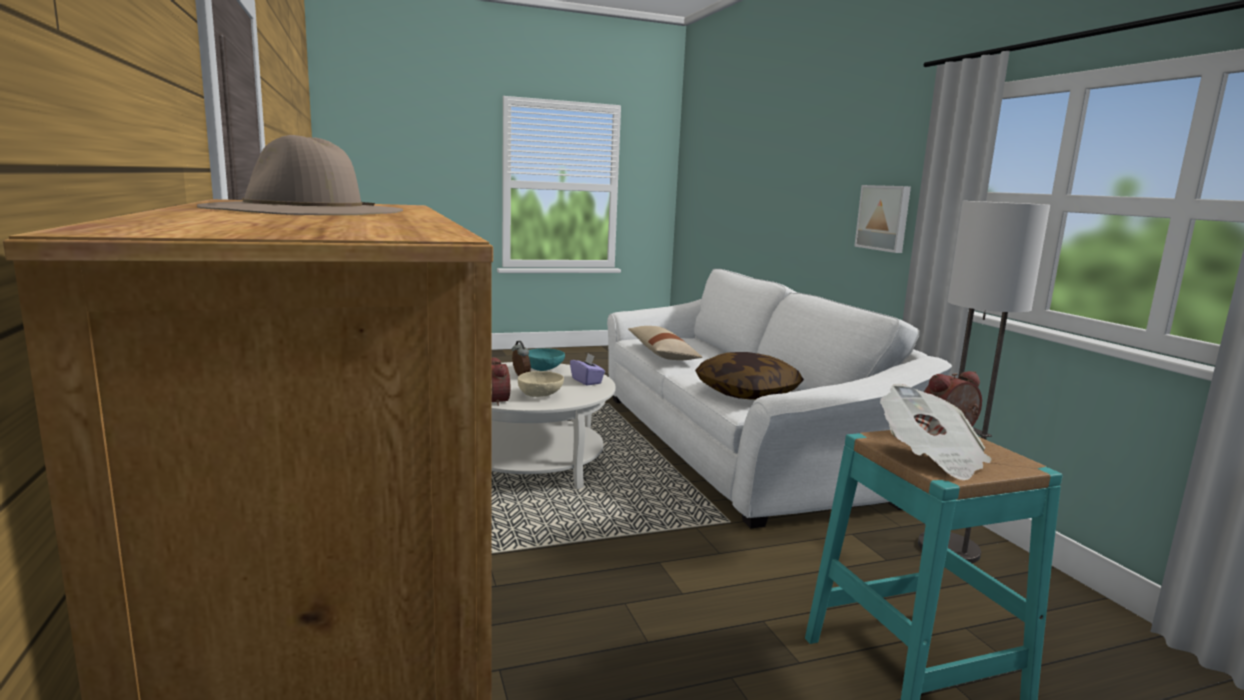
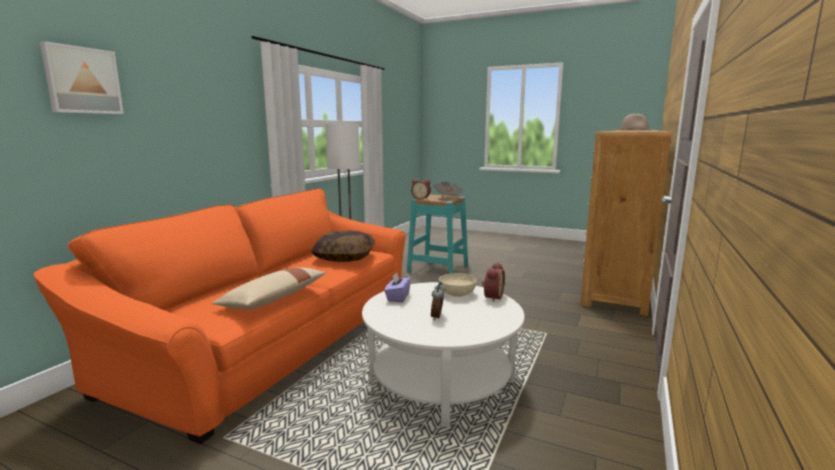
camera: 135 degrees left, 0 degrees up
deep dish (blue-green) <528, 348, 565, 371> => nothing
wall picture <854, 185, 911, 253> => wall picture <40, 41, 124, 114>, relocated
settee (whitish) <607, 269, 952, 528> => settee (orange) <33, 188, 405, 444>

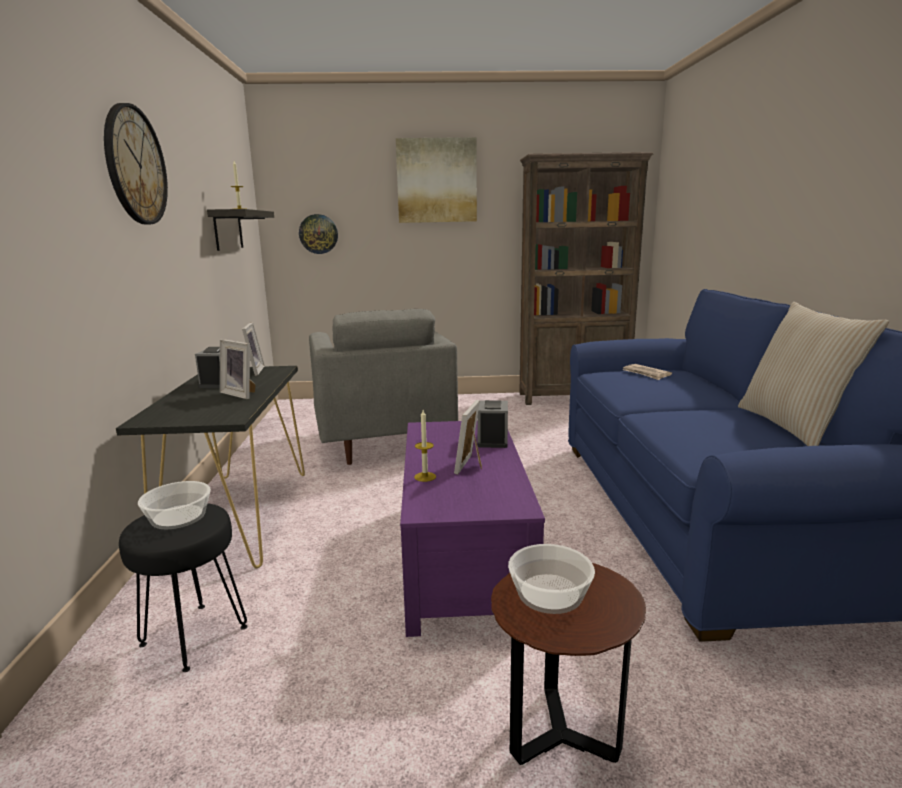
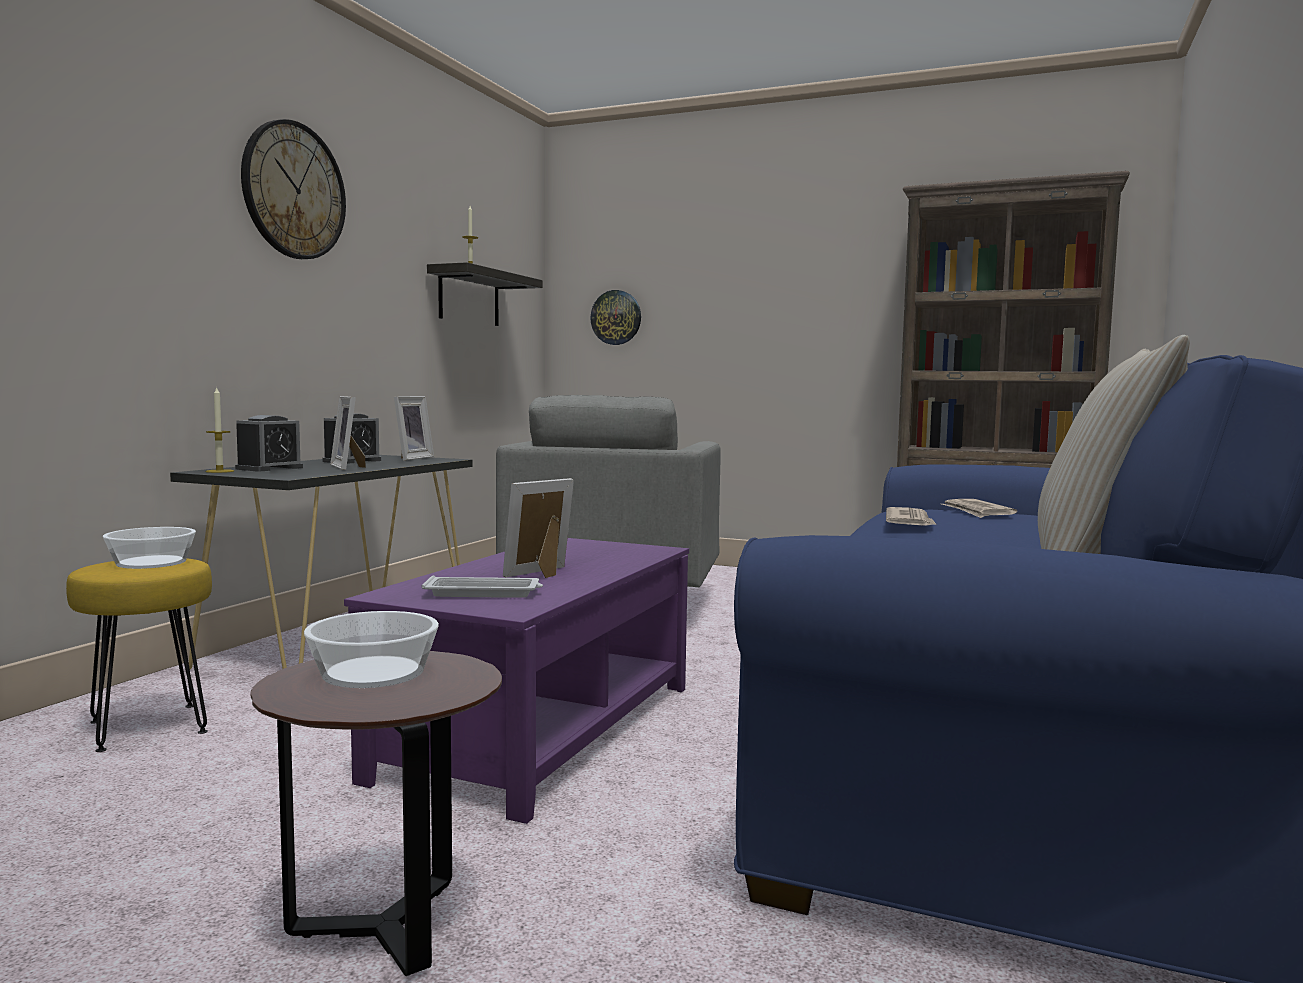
camera: 25 degrees right, 10 degrees down
wall picture <396, 137, 477, 223> => nothing
nothing => tray (whitish) <421, 575, 543, 598>
nothing => newspaper <886, 507, 937, 526>
wax light <414, 410, 436, 482> => wax light <205, 387, 234, 473>, relocated
bedside clock <478, 400, 508, 448> => bedside clock <235, 415, 303, 471>, relocated
stool seat (blackish) <119, 503, 248, 672> => stool seat (yellowish) <66, 558, 212, 752>

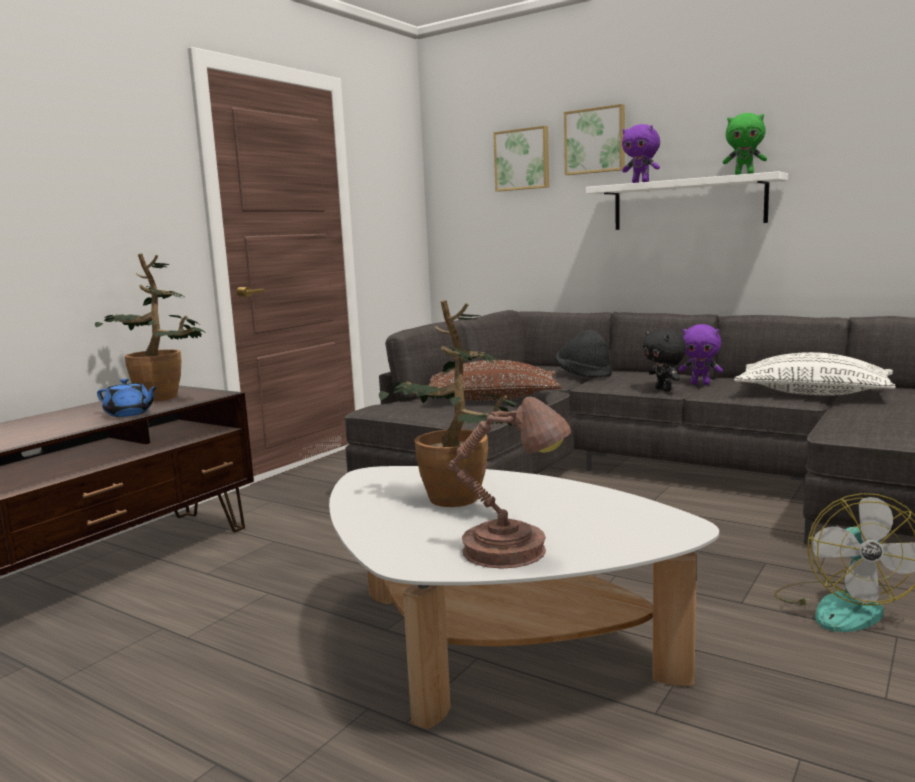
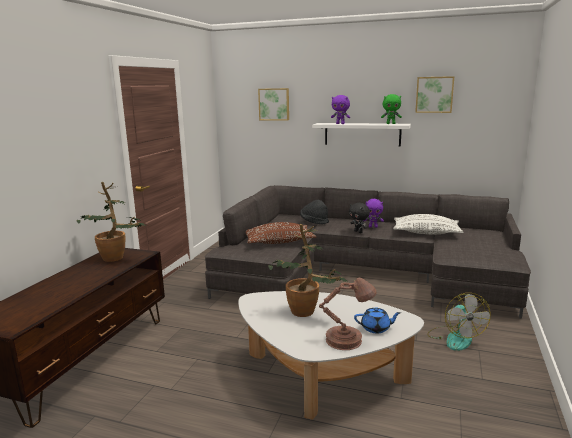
camera: 15 degrees left, 5 degrees up
teapot (bluish) <97, 379, 158, 417> => teapot (bluish) <354, 307, 401, 333>, relocated
wall picture <564, 104, 625, 175> => wall picture <415, 76, 454, 113>, relocated

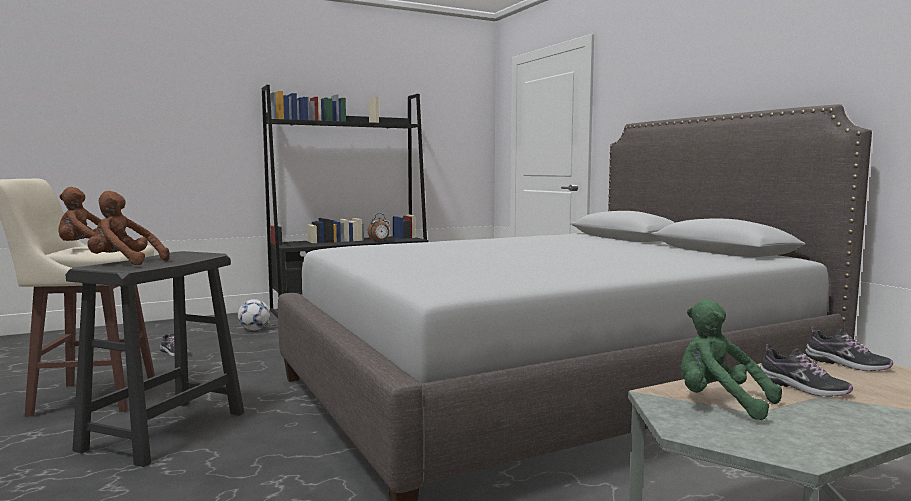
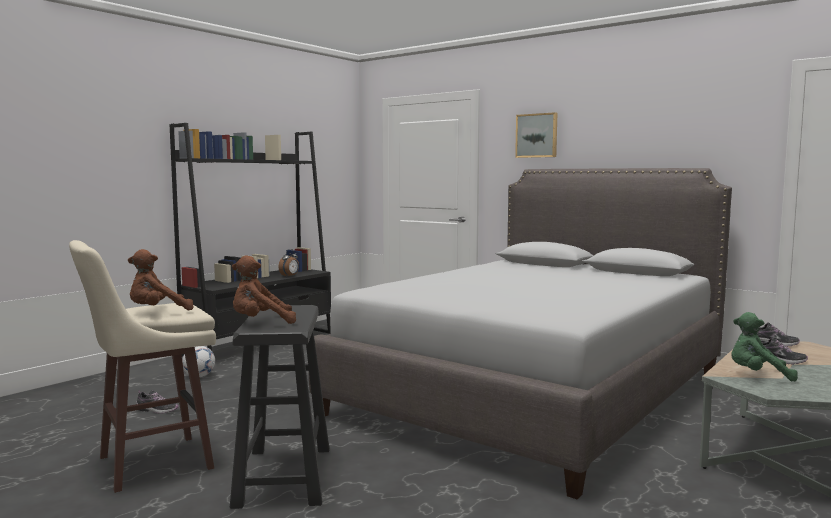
camera: 25 degrees left, 0 degrees up
nothing => wall picture <515, 112, 557, 158>

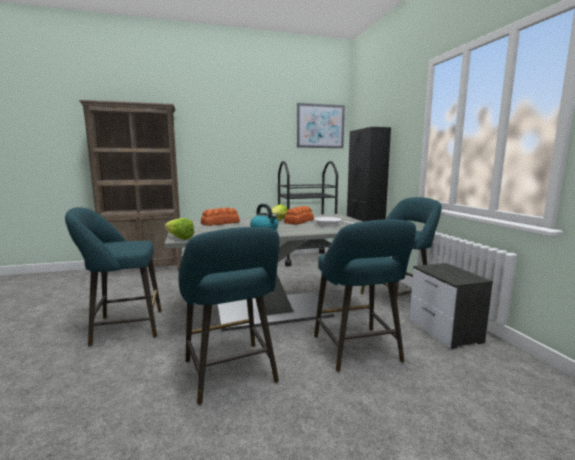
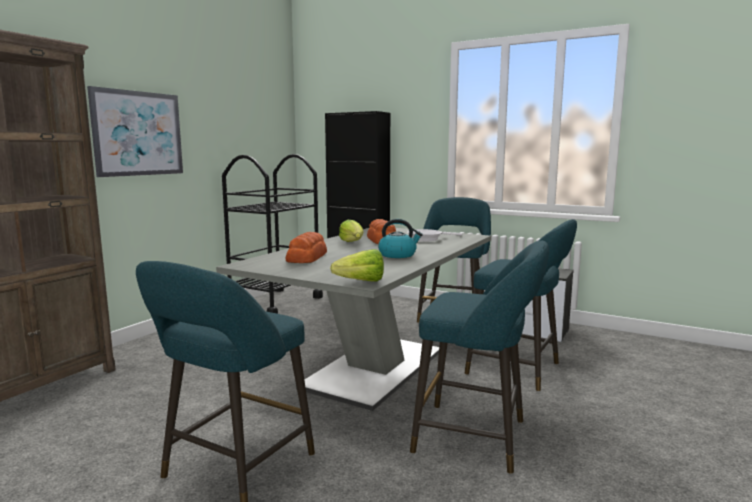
camera: 45 degrees left, 0 degrees up
wall picture <297, 103, 345, 148> => wall picture <87, 86, 183, 177>, relocated

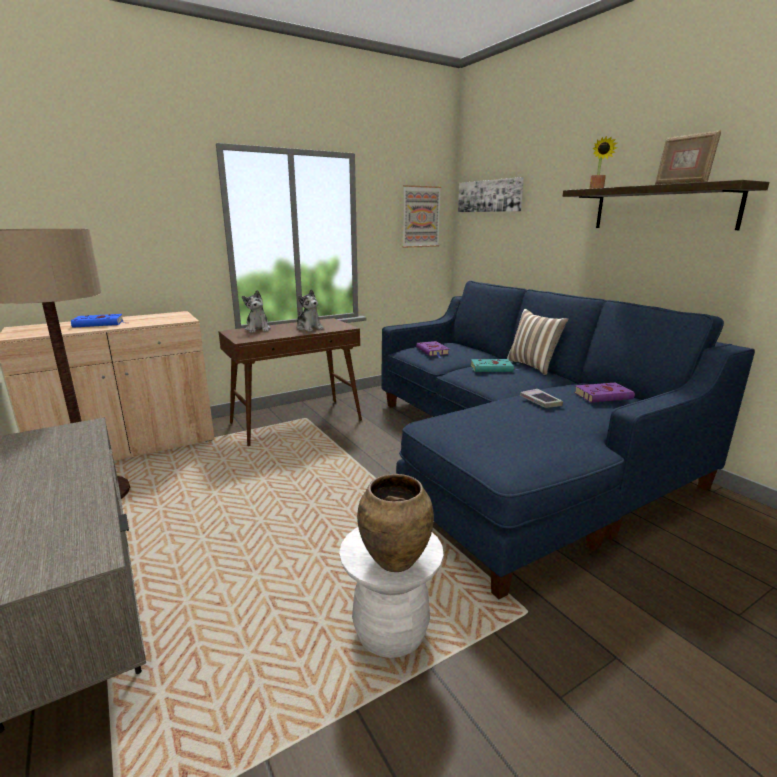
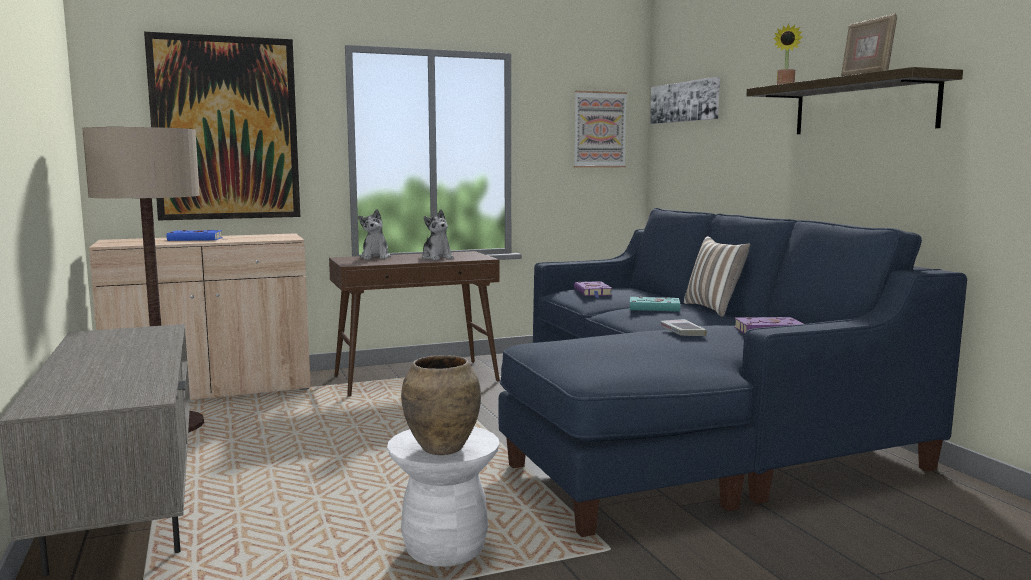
camera: 10 degrees right, 10 degrees down
nothing => wall picture <144, 32, 300, 220>

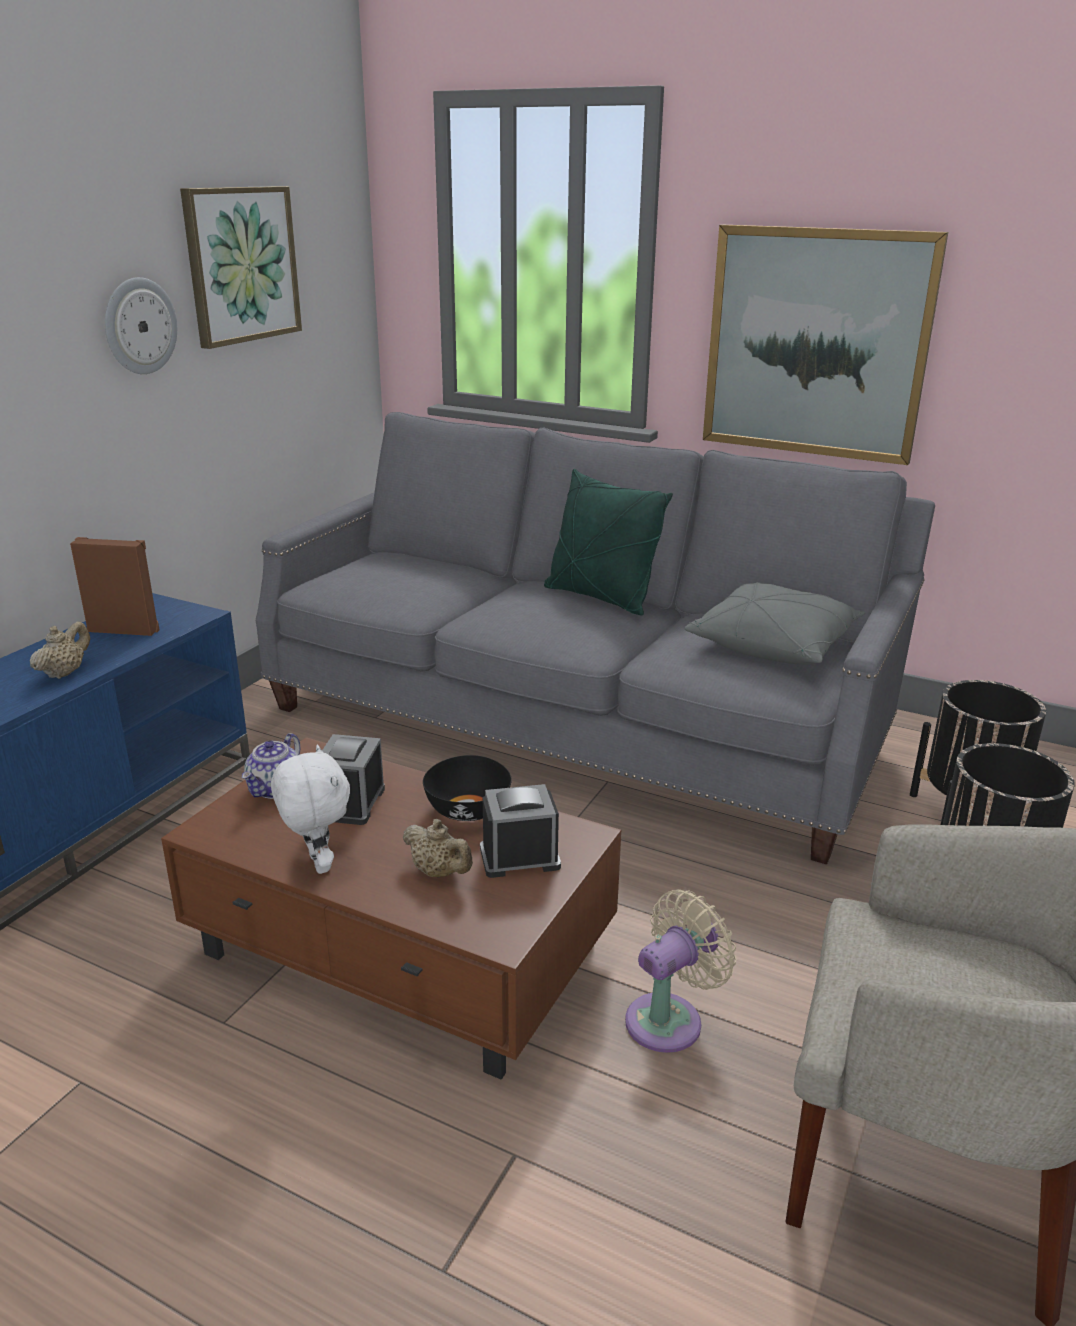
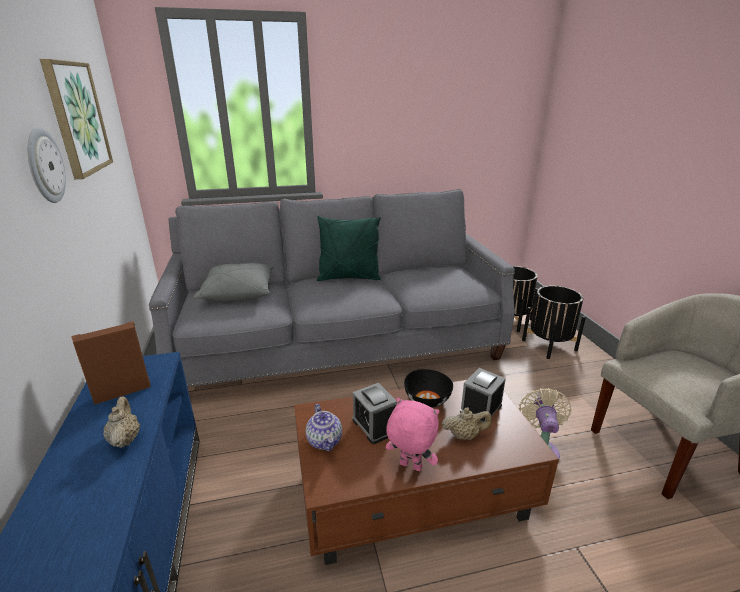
camera: 40 degrees left, 0 degrees up
wall picture <703, 225, 948, 465> => nothing
cushion (gray) <685, 582, 865, 665> => cushion (gray) <194, 263, 274, 301>, relocated
cuddly toy (whitish) <271, 745, 350, 874> => cuddly toy (pink) <386, 398, 440, 471>

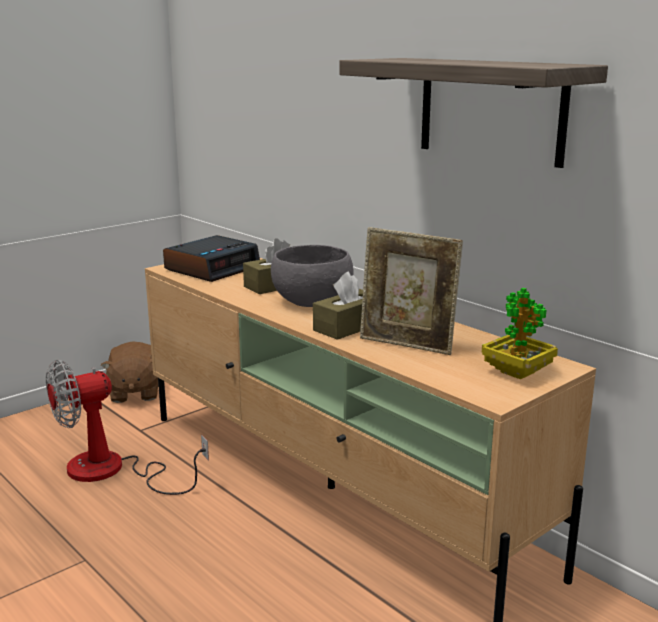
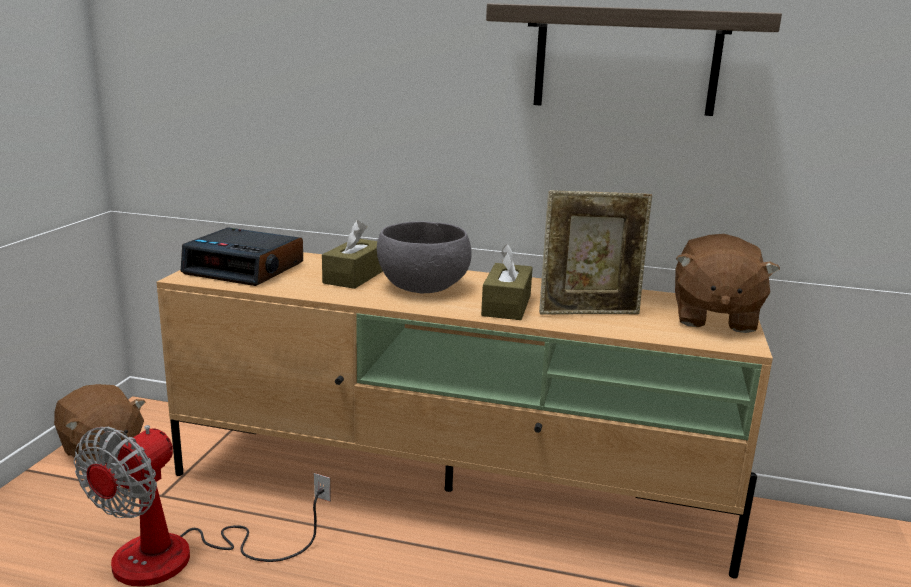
camera: 35 degrees left, 0 degrees up
houseplant <482, 288, 558, 379> => cuddly toy (brown-coloured) <675, 234, 780, 333>
bedside clock <163, 235, 260, 282> => bedside clock <181, 228, 303, 286>, 105 degrees clockwise

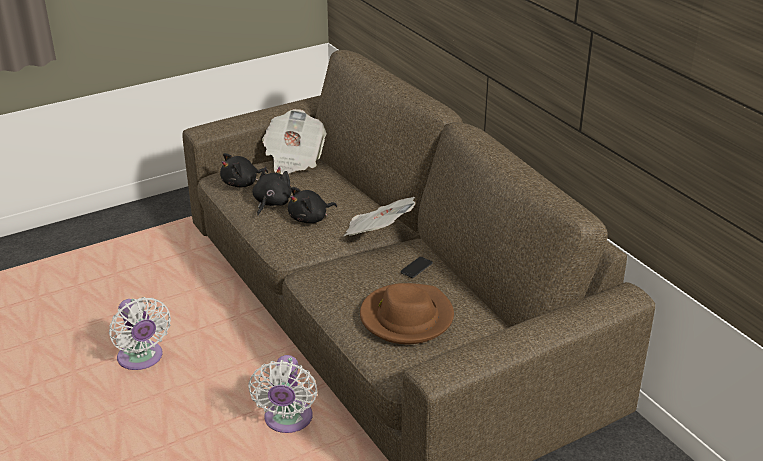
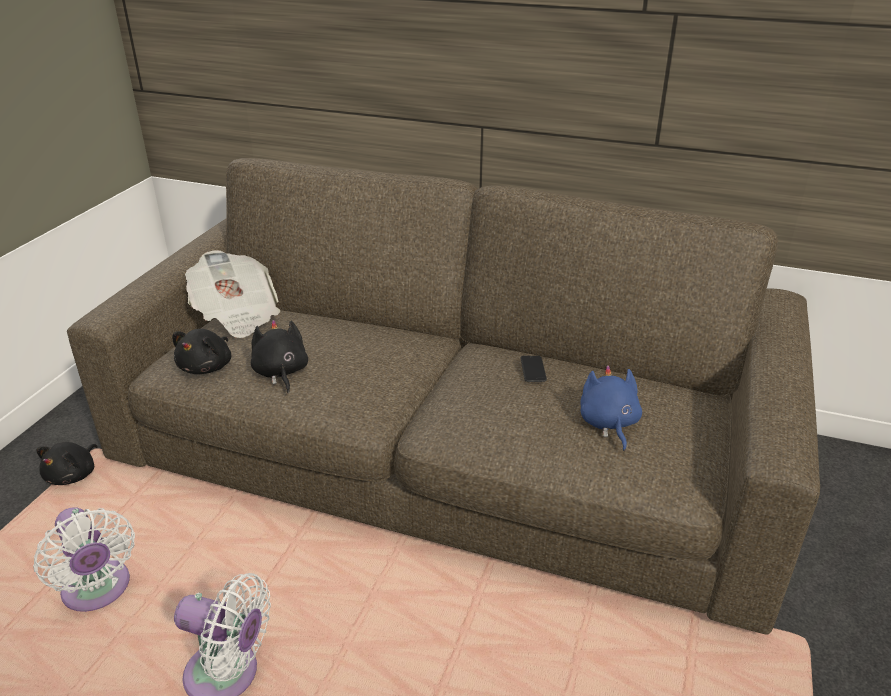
camera: 40 degrees left, 0 degrees up
newspaper <344, 197, 415, 236> => nothing
fan (whitish) <248, 355, 317, 433> => fan (whitish) <33, 507, 135, 612>, relocated
cuddly toy (blackish) <288, 187, 337, 223> => cuddly toy (blackish) <36, 442, 98, 485>, relocated
hat (brown-coloured) <360, 283, 454, 344> => cuddly toy (bluish) <580, 365, 642, 451>

